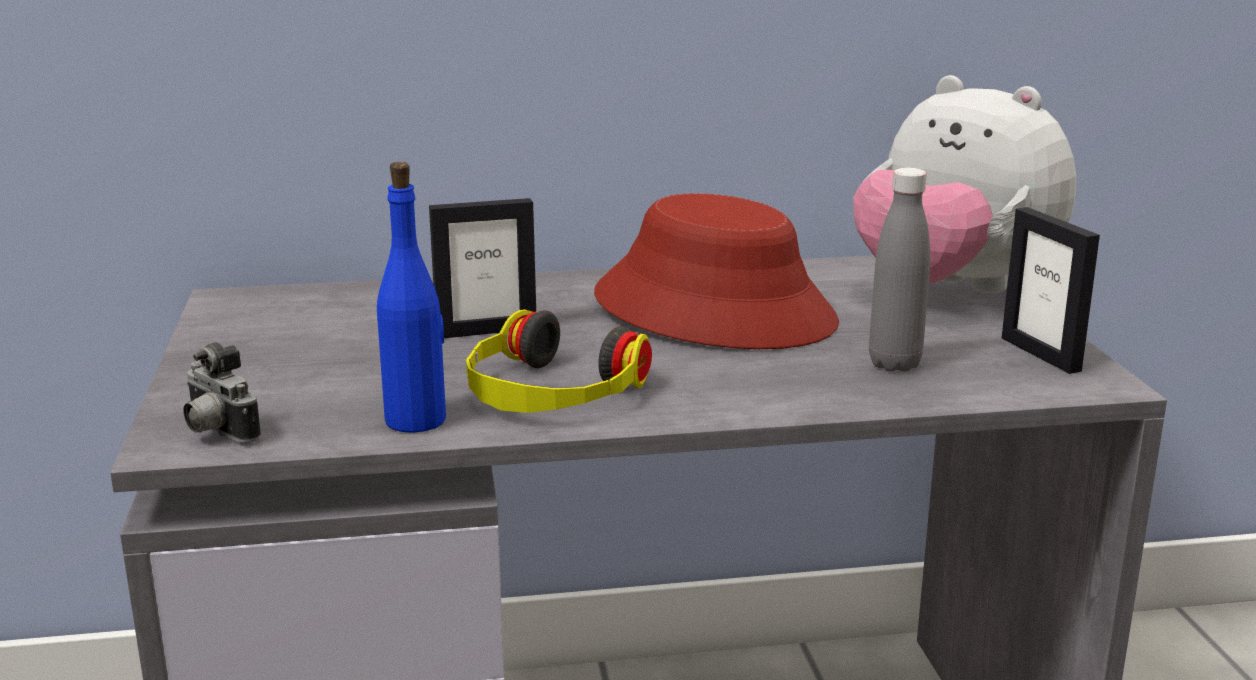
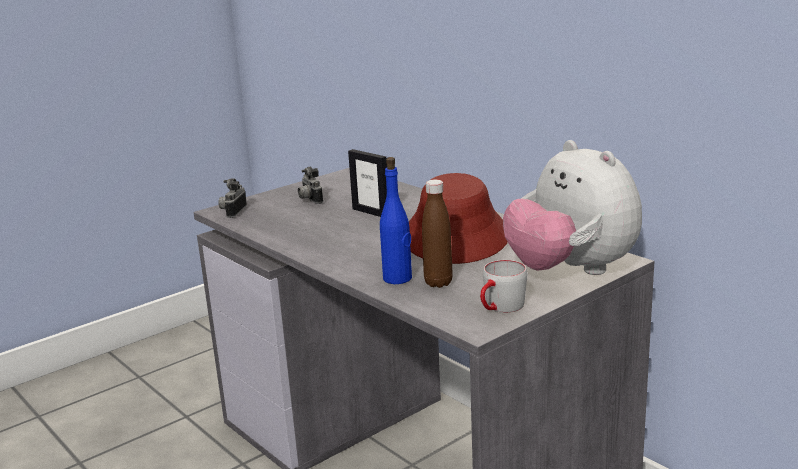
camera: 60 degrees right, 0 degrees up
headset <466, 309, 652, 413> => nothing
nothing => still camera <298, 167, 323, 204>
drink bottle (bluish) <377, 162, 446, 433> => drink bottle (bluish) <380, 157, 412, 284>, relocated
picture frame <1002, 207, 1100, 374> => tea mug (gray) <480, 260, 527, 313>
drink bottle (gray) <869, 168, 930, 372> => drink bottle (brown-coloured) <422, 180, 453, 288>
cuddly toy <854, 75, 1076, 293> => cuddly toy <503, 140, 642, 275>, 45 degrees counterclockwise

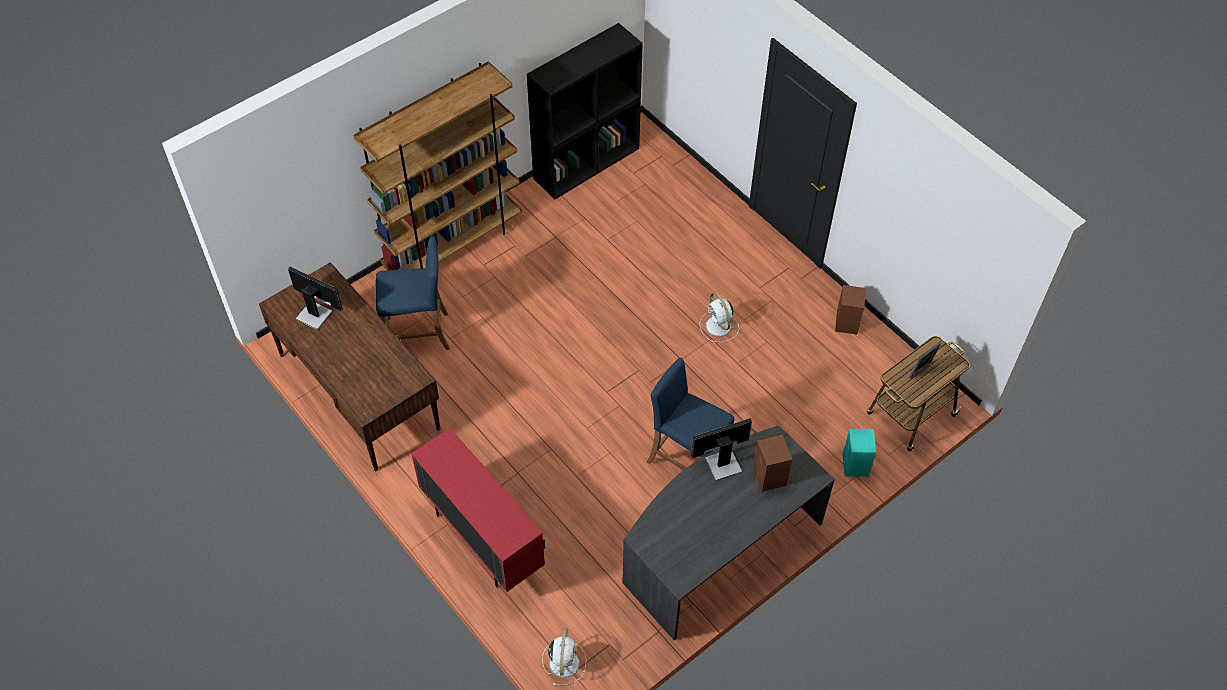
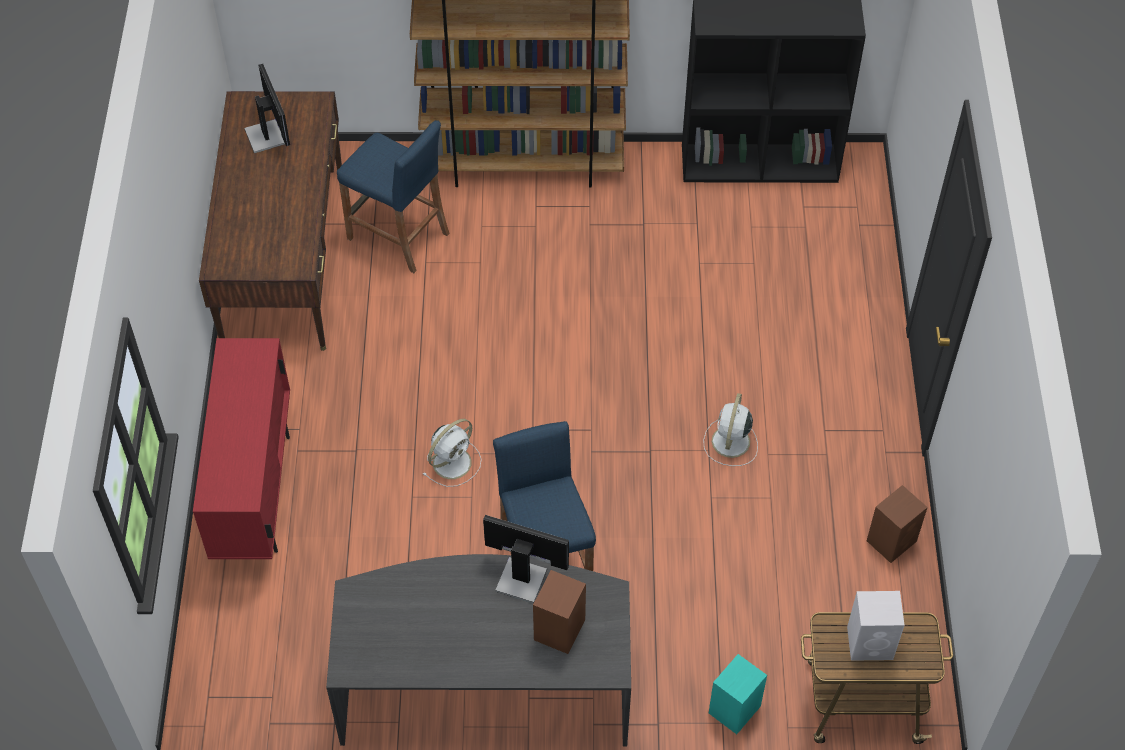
camera: 40 degrees right, 0 degrees up
fan (whitish) <542, 628, 586, 685> => fan (whitish) <423, 419, 482, 487>, relocated
picture frame <909, 342, 941, 378> => loudspeaker (whitish) <847, 591, 905, 661>

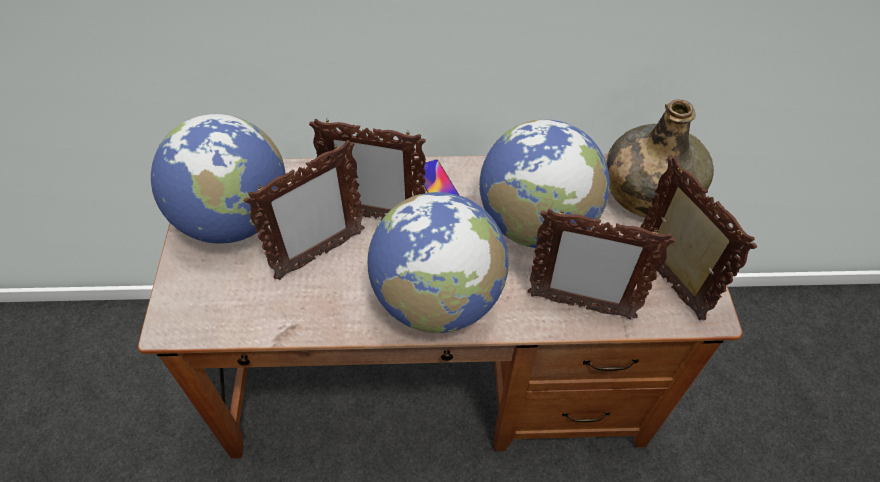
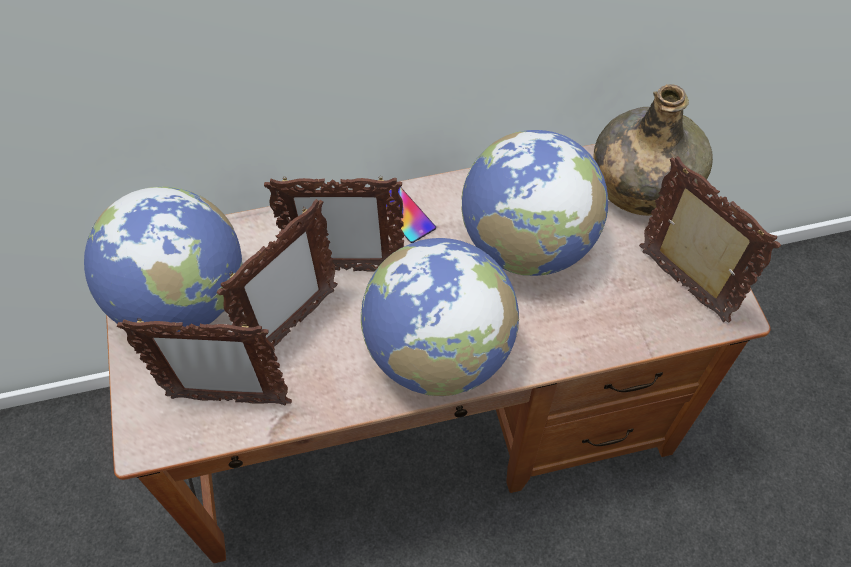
camera: 10 degrees left, 5 degrees up
picture frame <528, 209, 675, 320> => picture frame <117, 318, 292, 405>, relocated

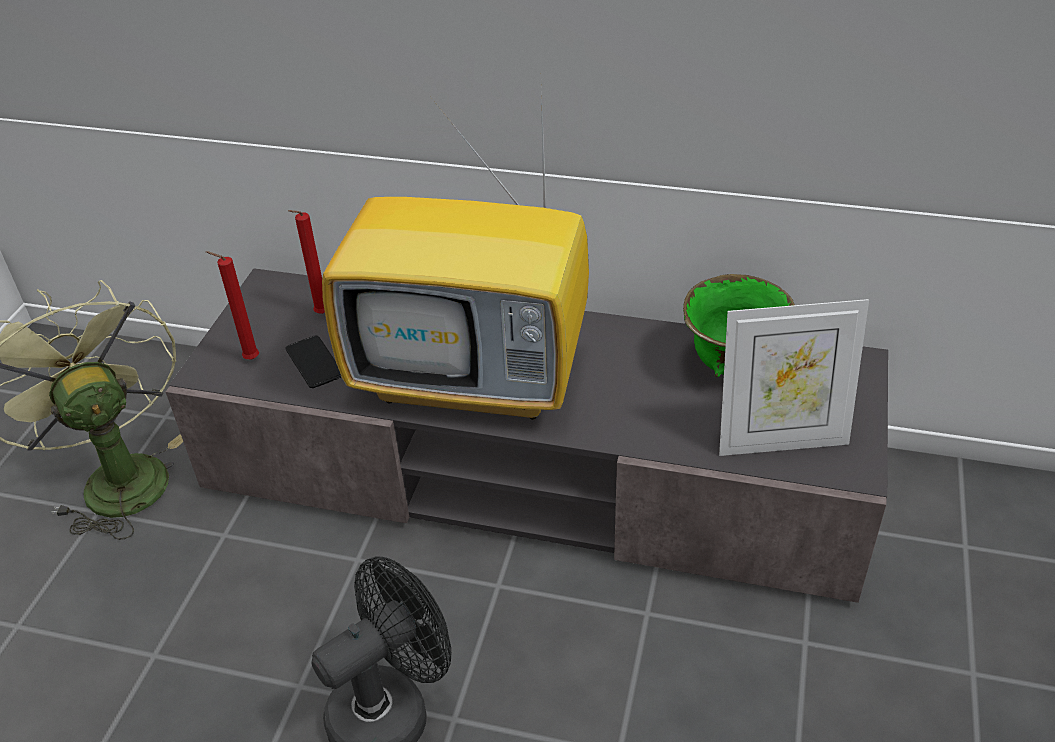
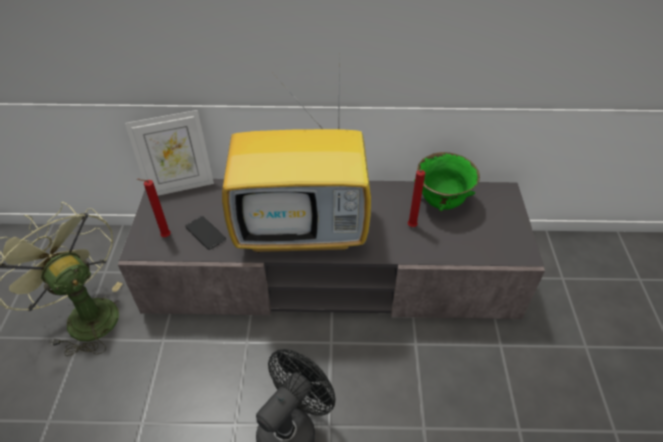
camera: 15 degrees left, 5 degrees up
wax light (reddish) <288, 210, 325, 314> => wax light (reddish) <408, 170, 425, 227>, relocated
picture frame <719, 299, 869, 456> => picture frame <125, 110, 214, 196>, relocated

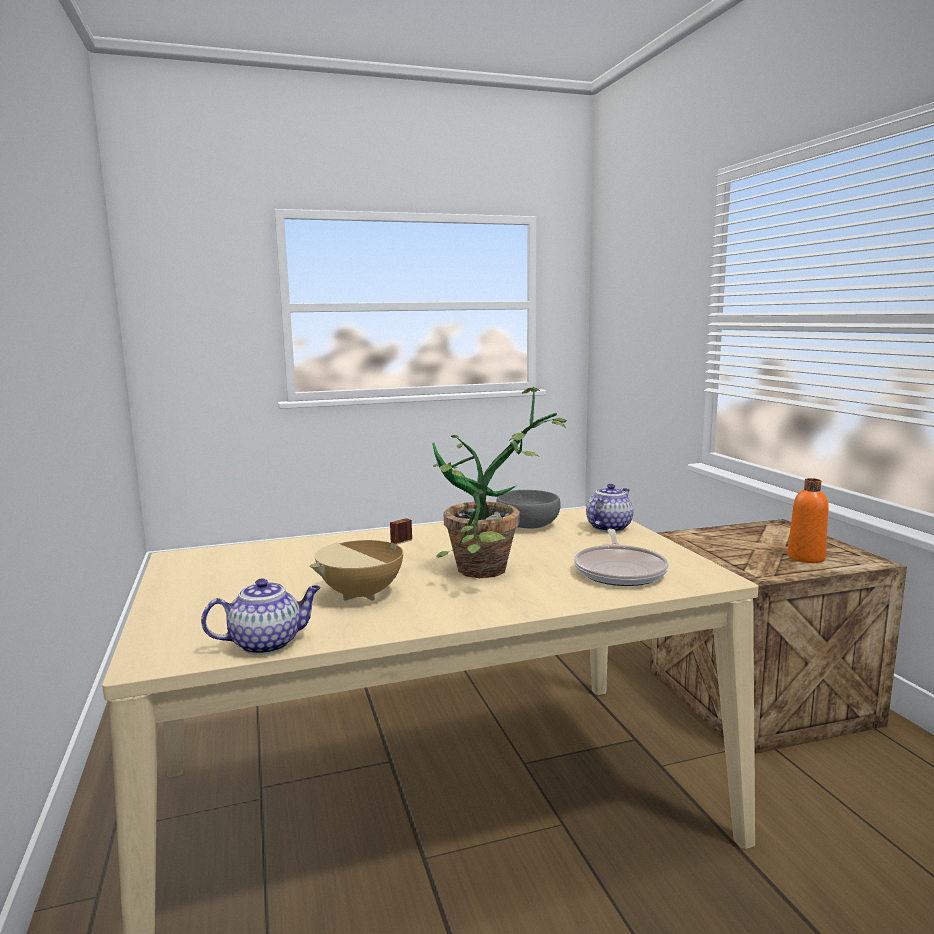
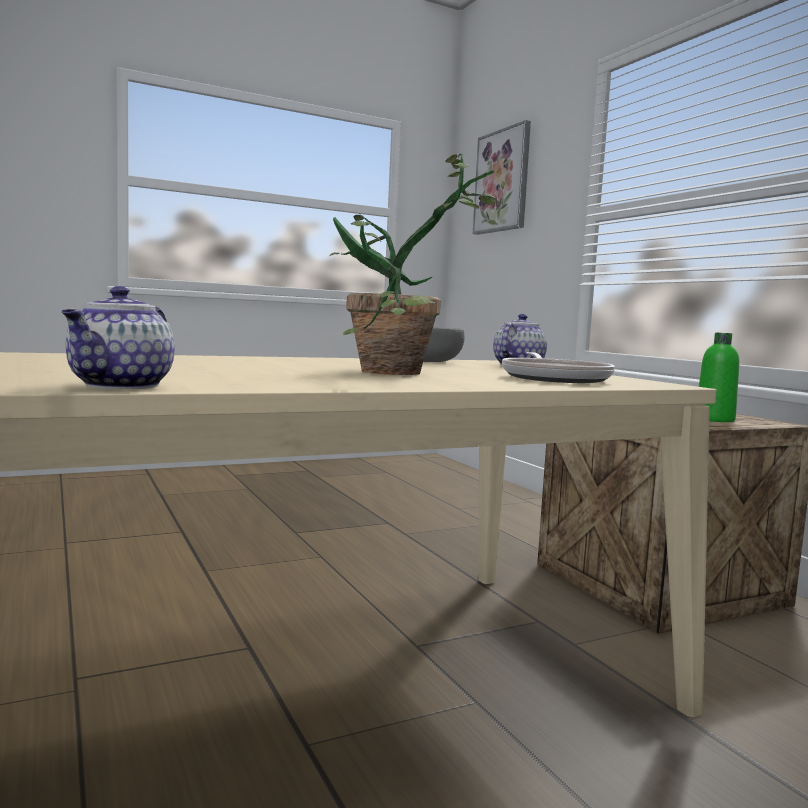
camera: 10 degrees left, 5 degrees down
cooking pot (beige-coloured) <310, 518, 412, 601> => nothing
nothing => wall picture <473, 120, 531, 235>
drink bottle (orange) <787, 478, 829, 563> => drink bottle (greenish) <699, 332, 740, 422>
teapot <201, 578, 321, 655> => teapot <61, 286, 175, 389>, 135 degrees clockwise

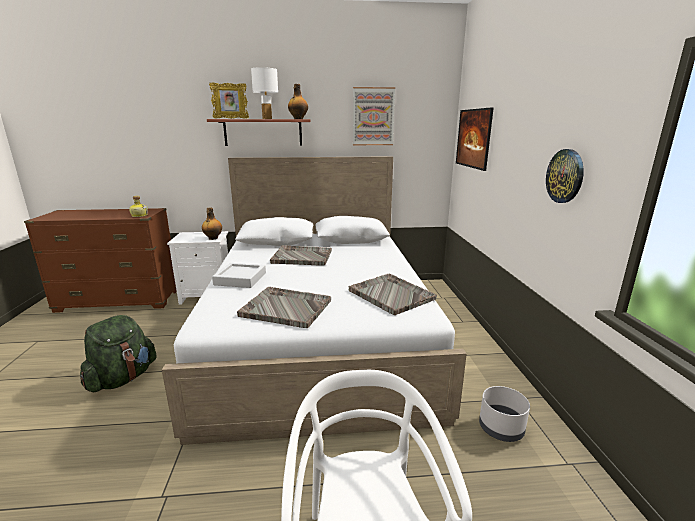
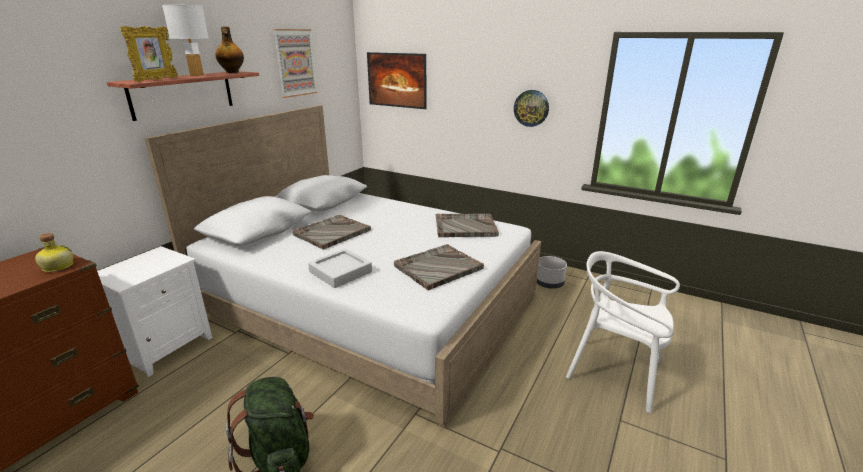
camera: 55 degrees left, 5 degrees up
drink bottle <202, 208, 222, 240> => nothing

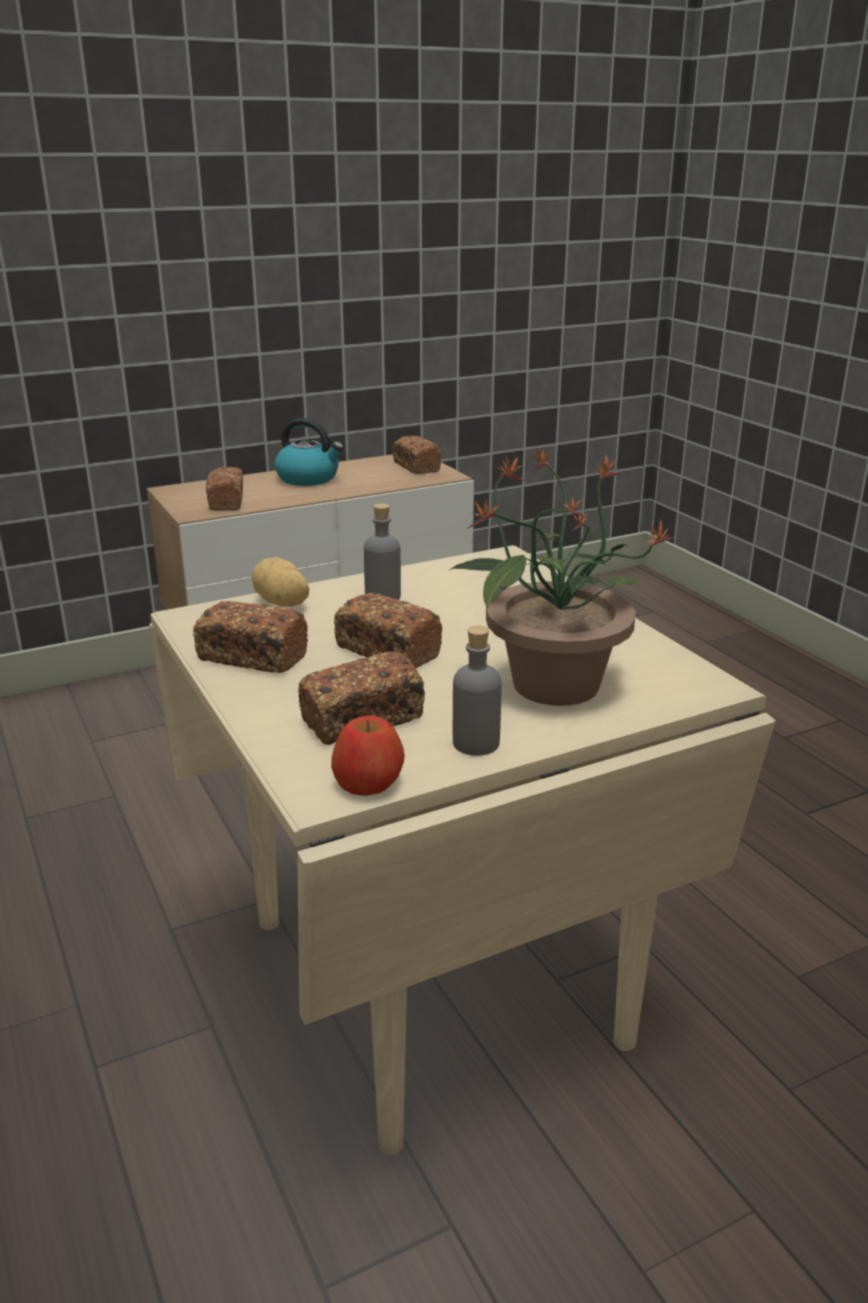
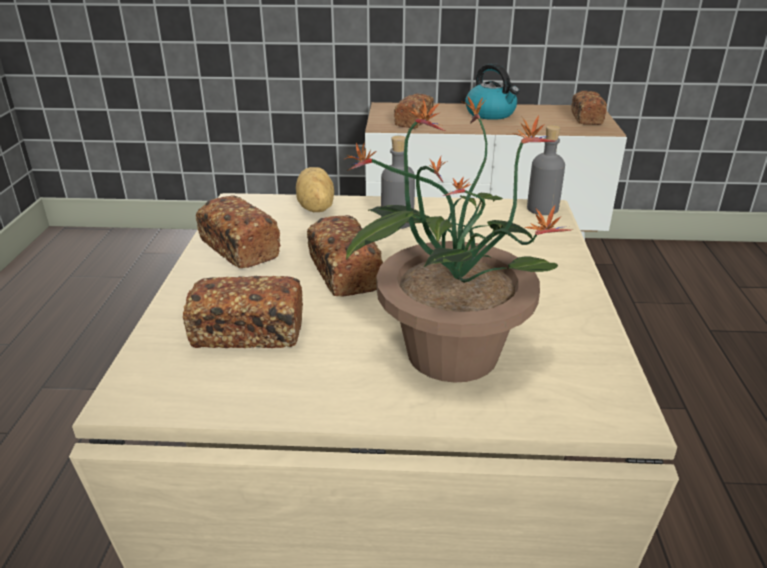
camera: 30 degrees right, 5 degrees up
apple <331, 716, 405, 796> => nothing
drink bottle (gray) <453, 625, 502, 756> => drink bottle (gray) <527, 125, 565, 215>, relocated

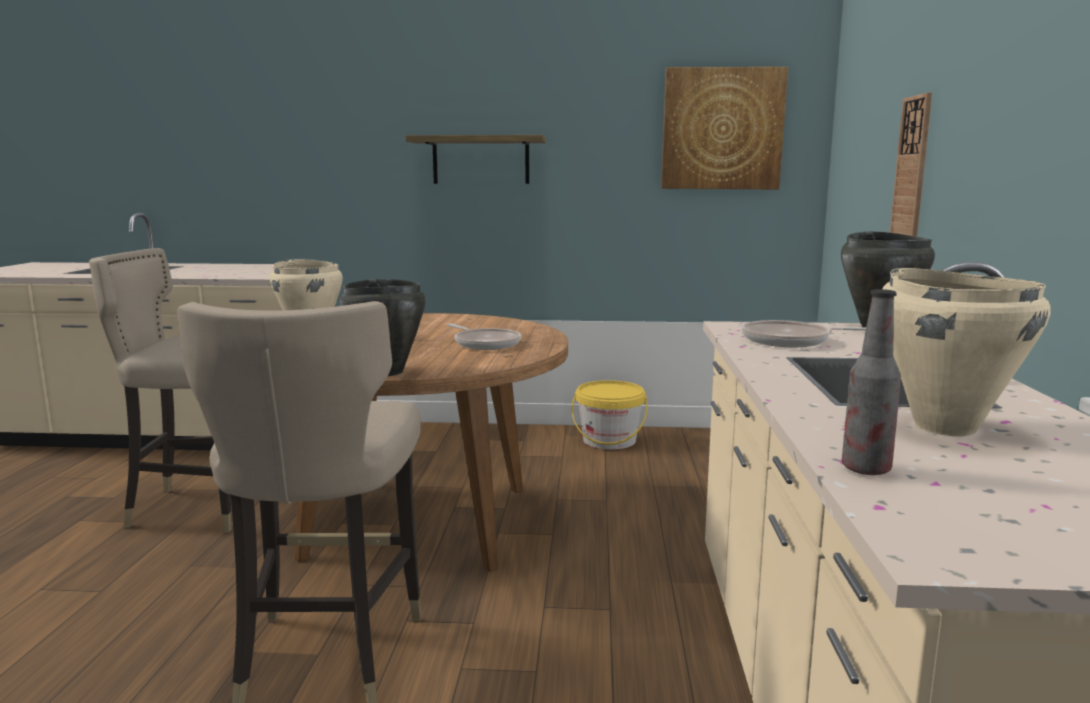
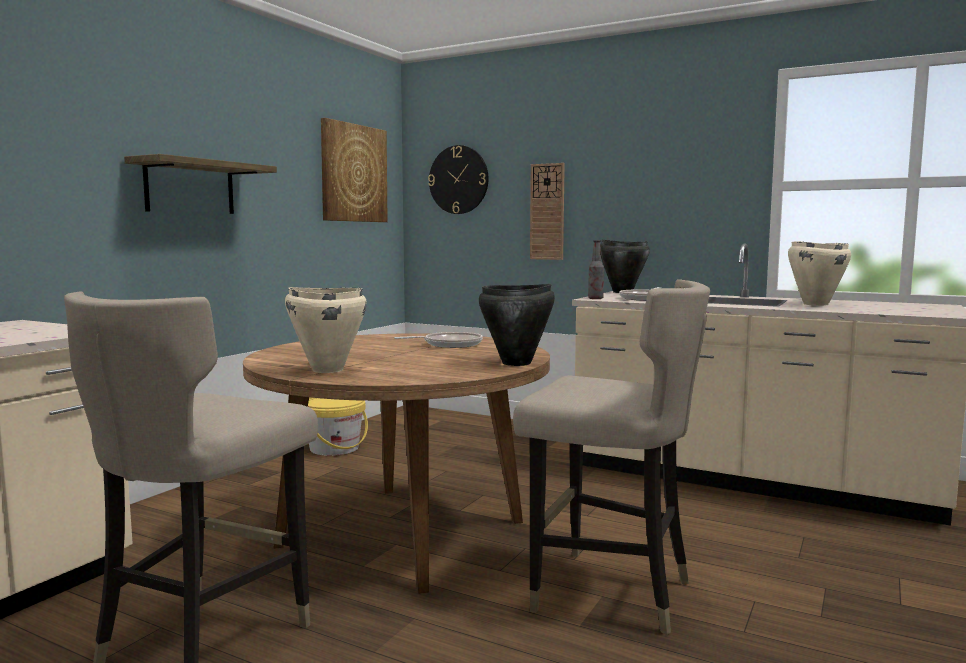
camera: 65 degrees left, 5 degrees down
nothing => wall clock <428, 145, 488, 214>
drink bottle <842, 289, 901, 475> => drink bottle <588, 240, 604, 299>, relocated

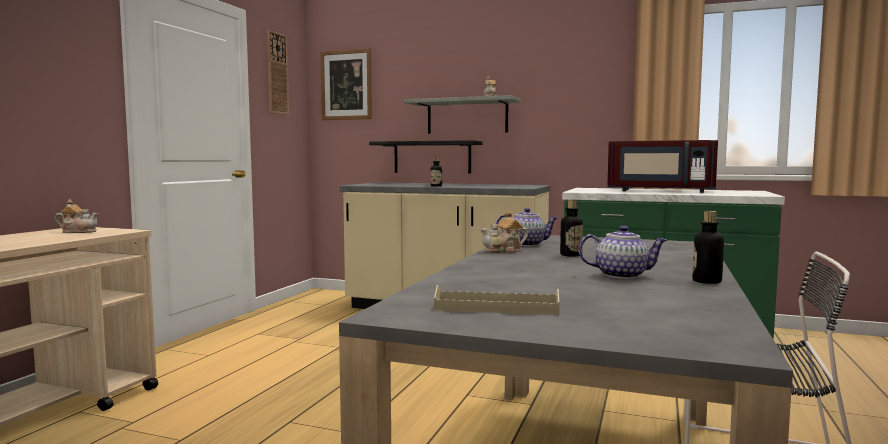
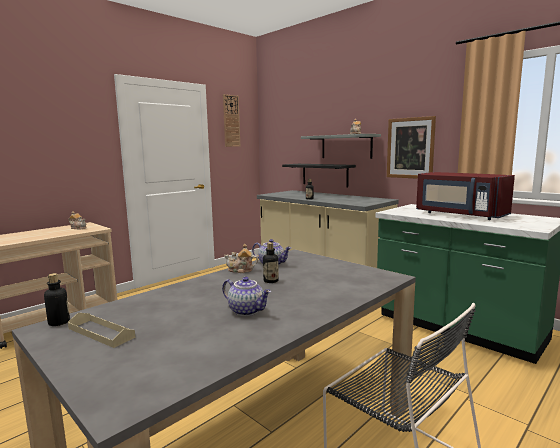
camera: 25 degrees right, 5 degrees up
wall picture <320, 48, 372, 120> => wall picture <387, 116, 436, 179>, relocated
drink bottle <692, 211, 724, 284> => drink bottle <44, 273, 70, 326>, relocated

